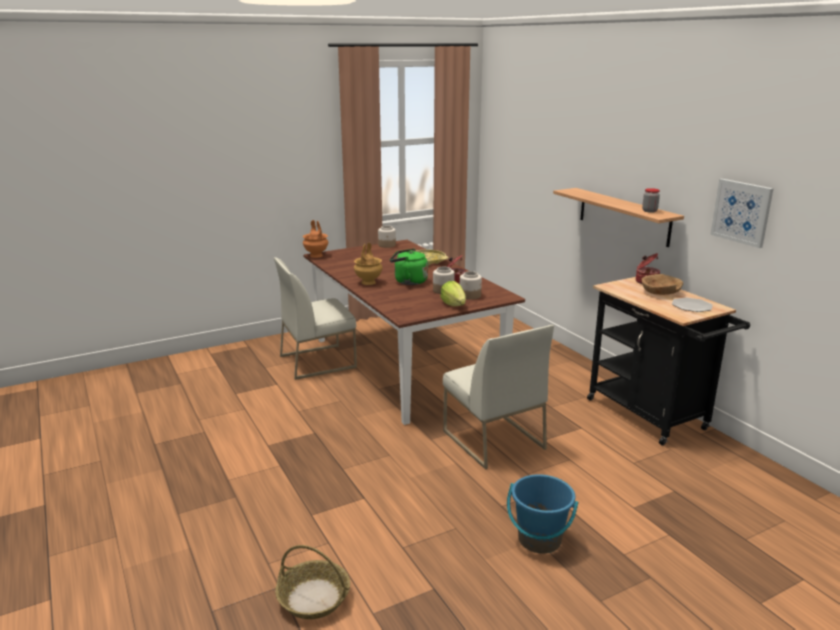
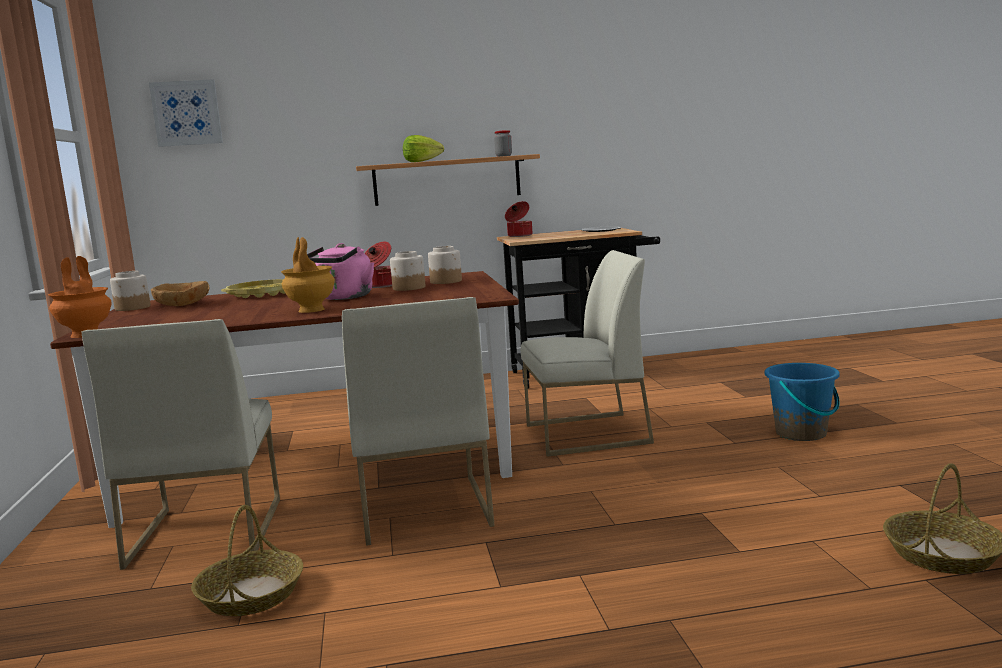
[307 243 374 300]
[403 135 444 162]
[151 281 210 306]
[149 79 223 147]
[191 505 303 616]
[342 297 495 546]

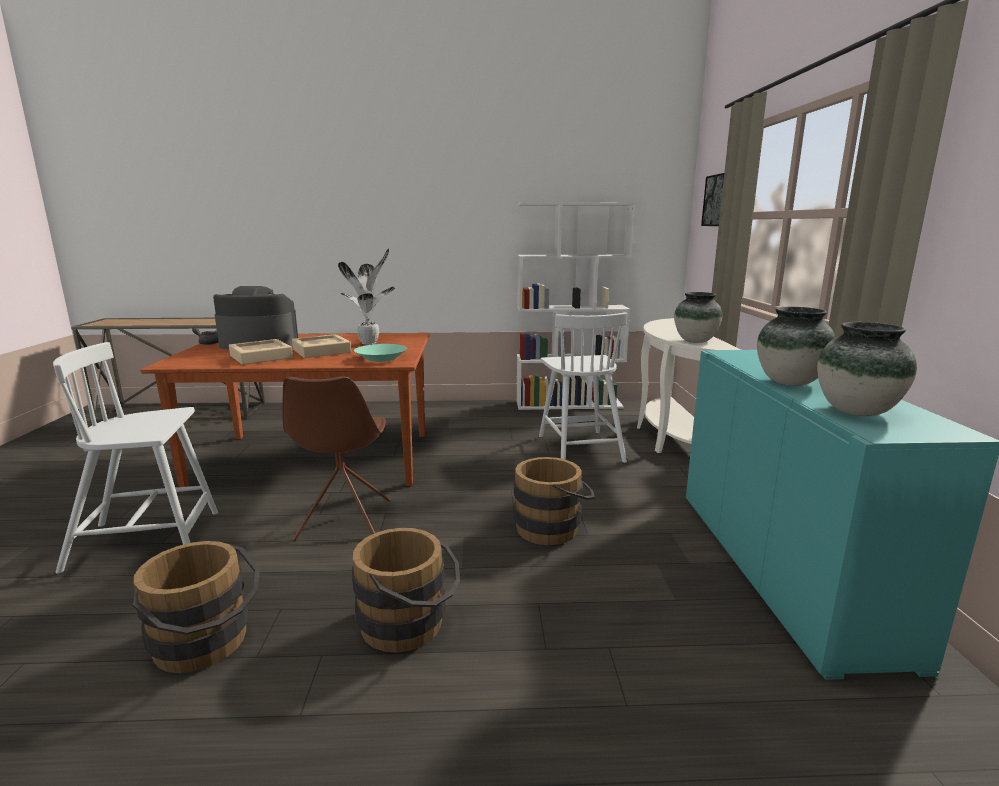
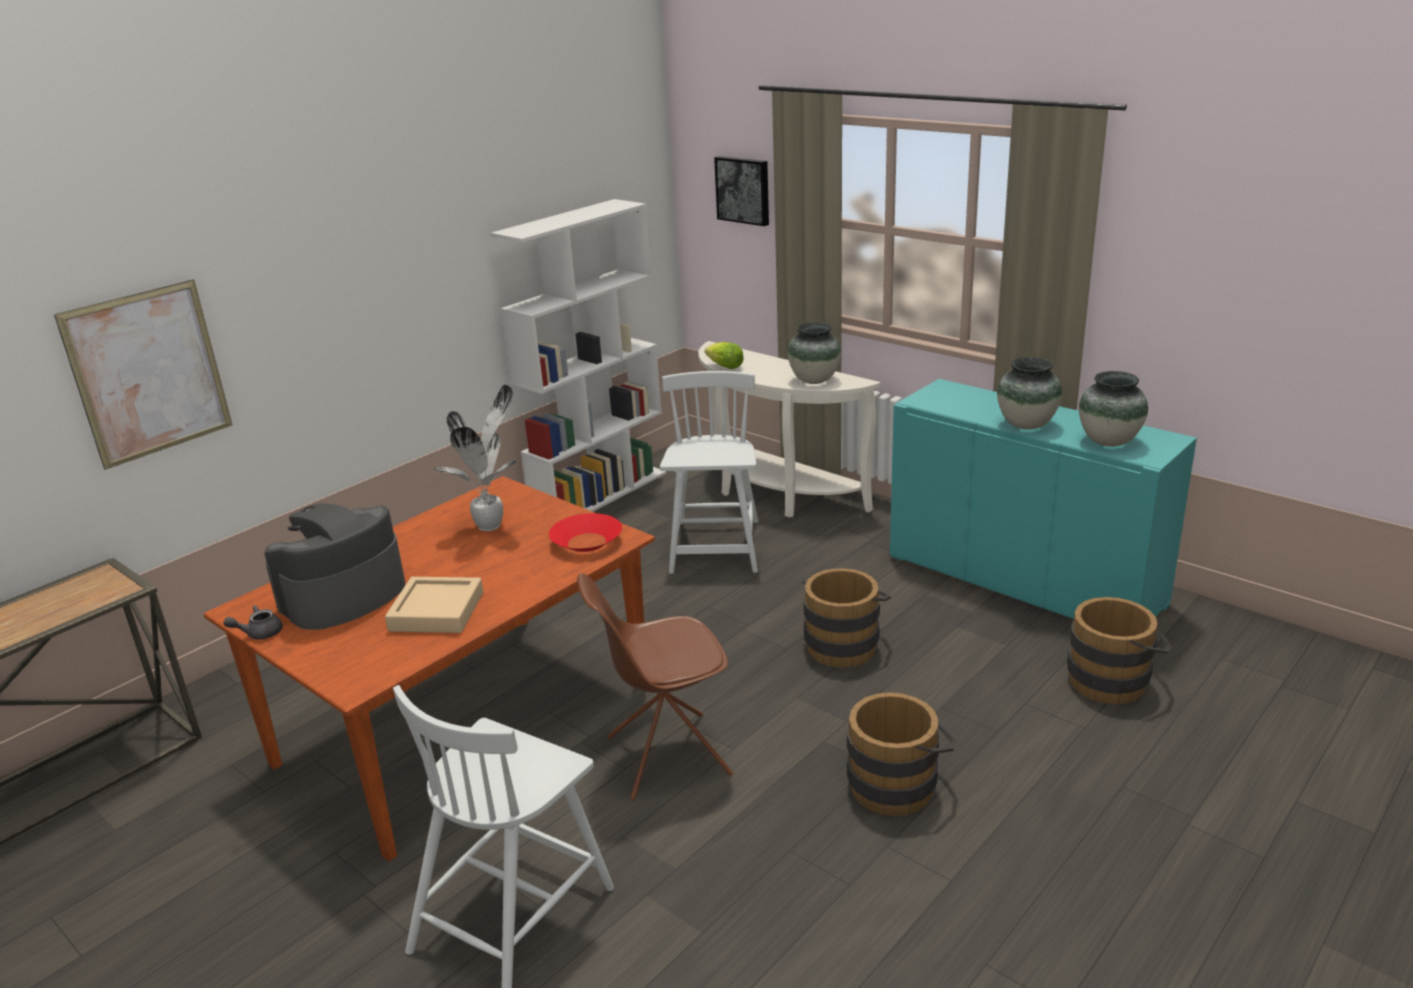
[1067 597 1173 704]
[577 573 733 801]
[292 334 351 358] (first image)
[549 513 622 552]
[660 371 758 574]
[54 280 232 470]
[705 342 744 369]

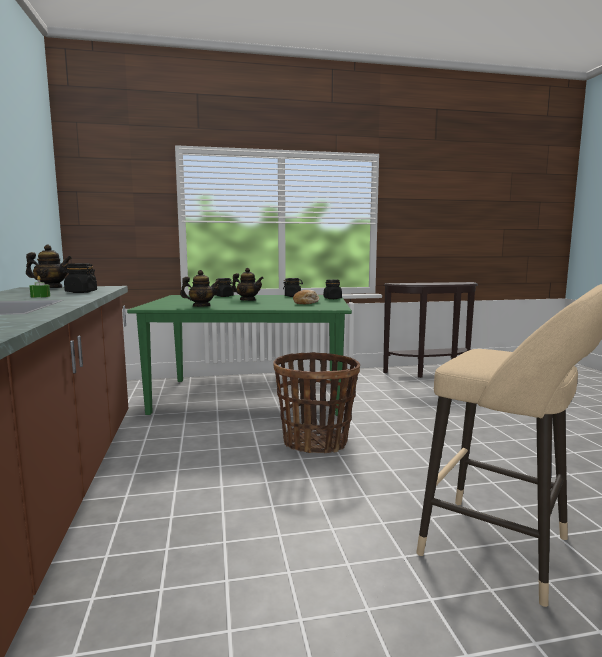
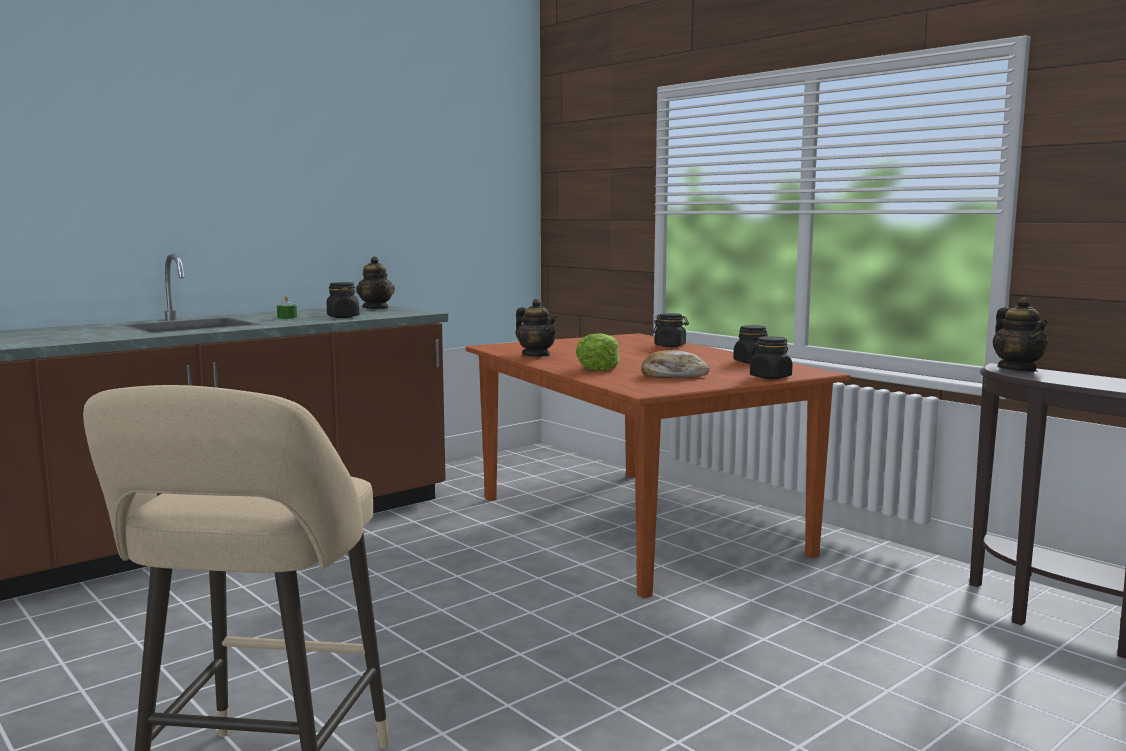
[466 333 850 598]
[993 297 1049 372]
[273 352 360 453] (first image)
[576 333 620 370]

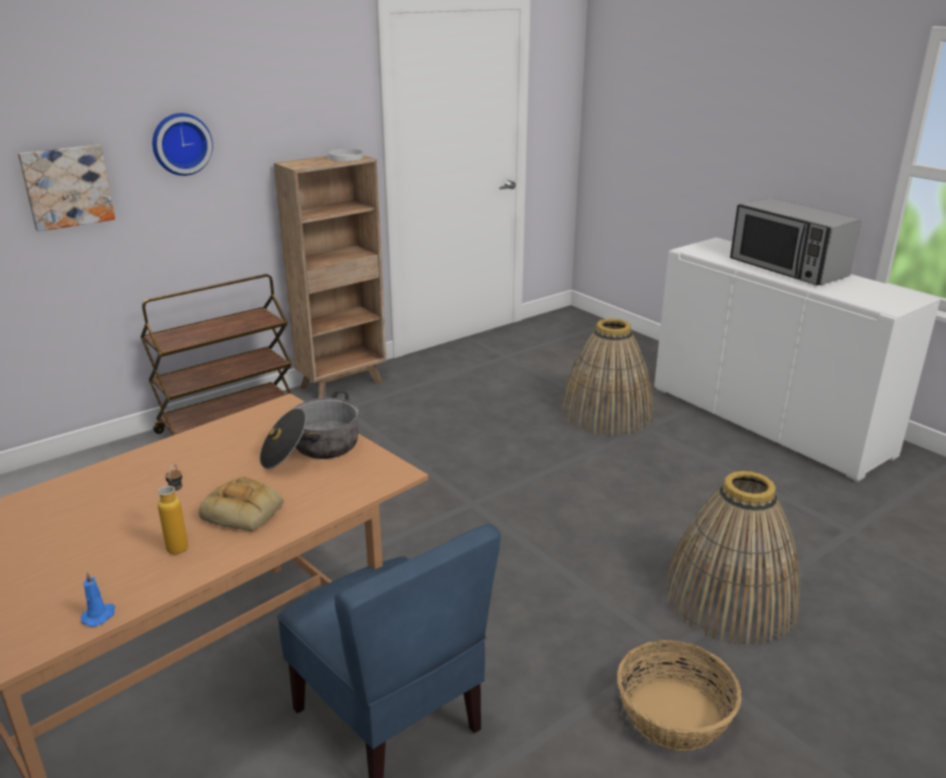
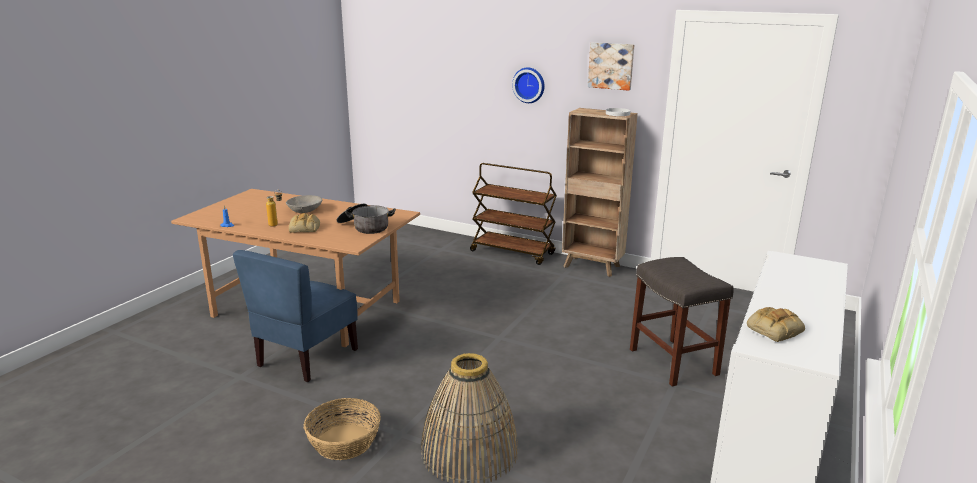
[588 42 634 91]
[630 257 734 386]
[730 198 861 286] (first image)
[286 195 322 213]
[747 307 805 342]

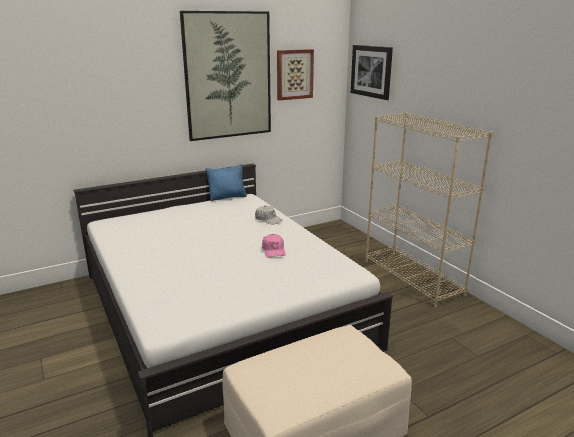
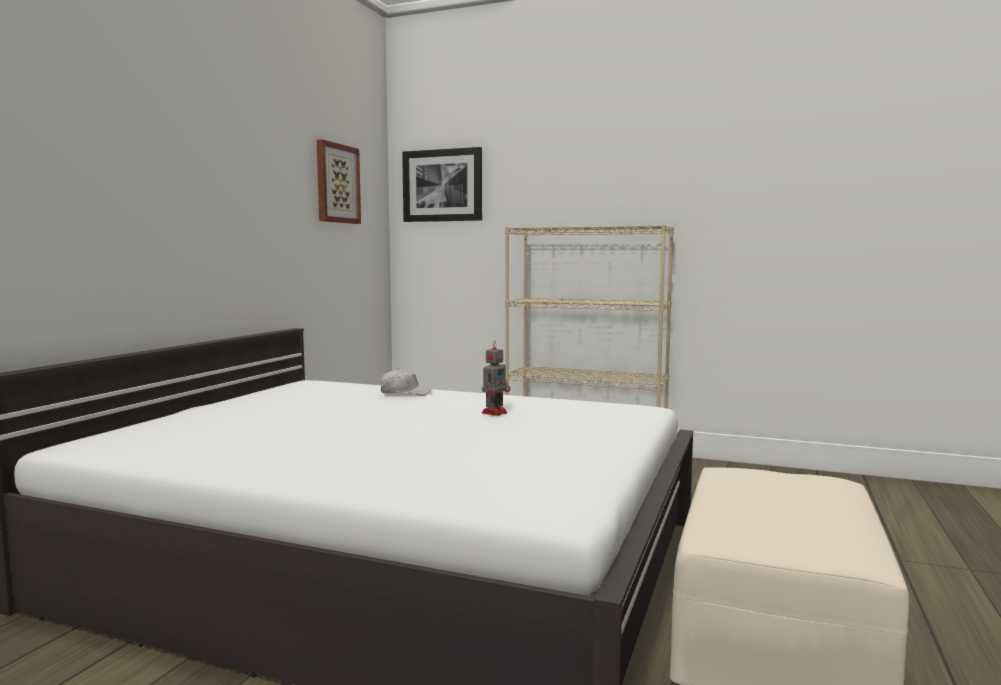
[180 11 271 141] (first image)
[205 164 247 201] (first image)
[482 340 510 416]

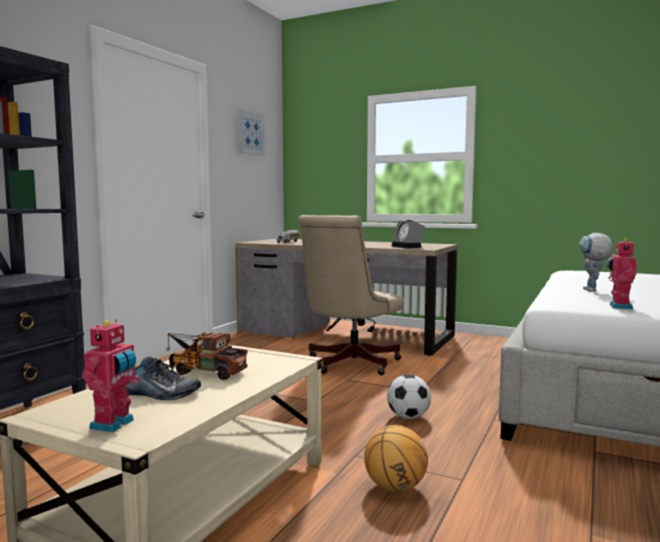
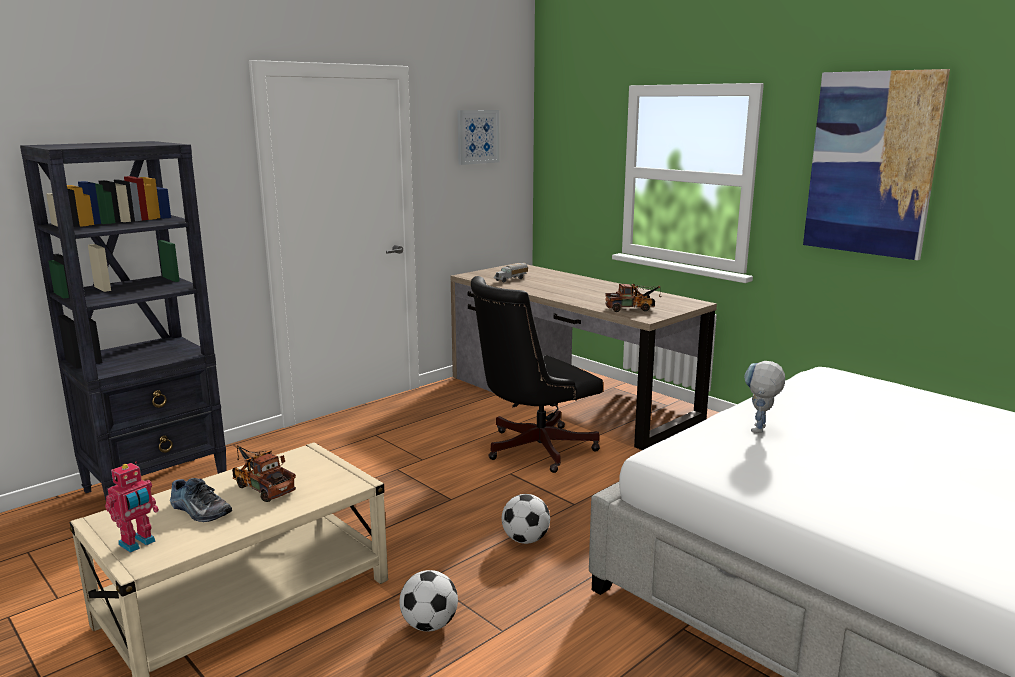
[471 276 603 473]
[400 570 458 632]
[605 284 661 312]
[606 238 637 309] (first image)
[803 69 950 260]

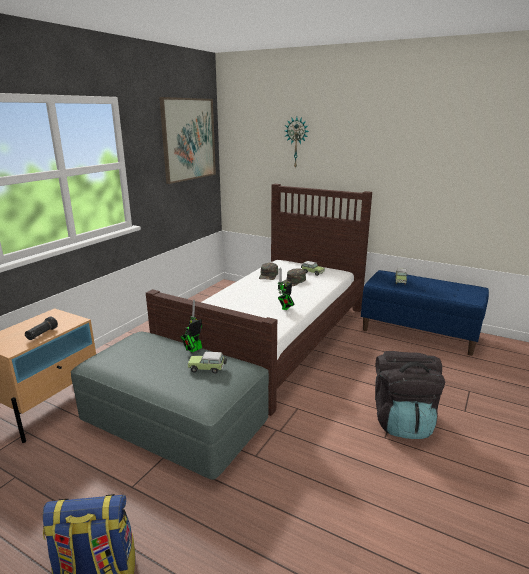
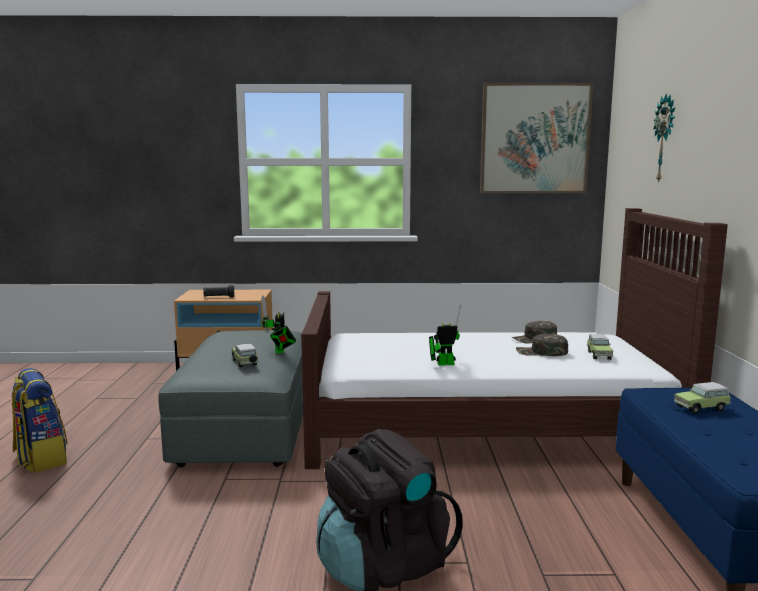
[261 296 296 353]

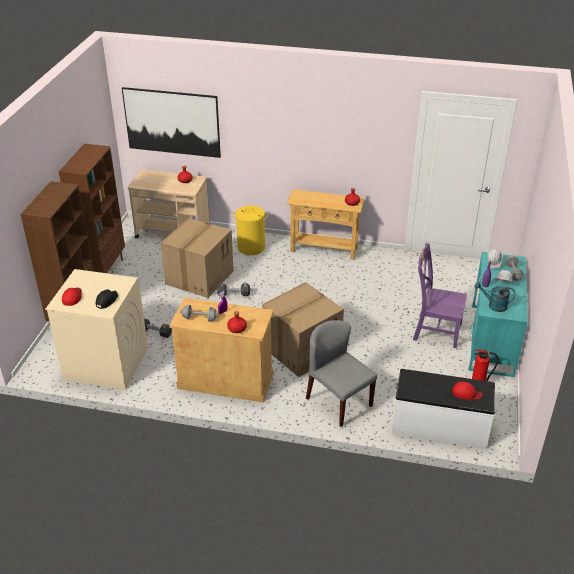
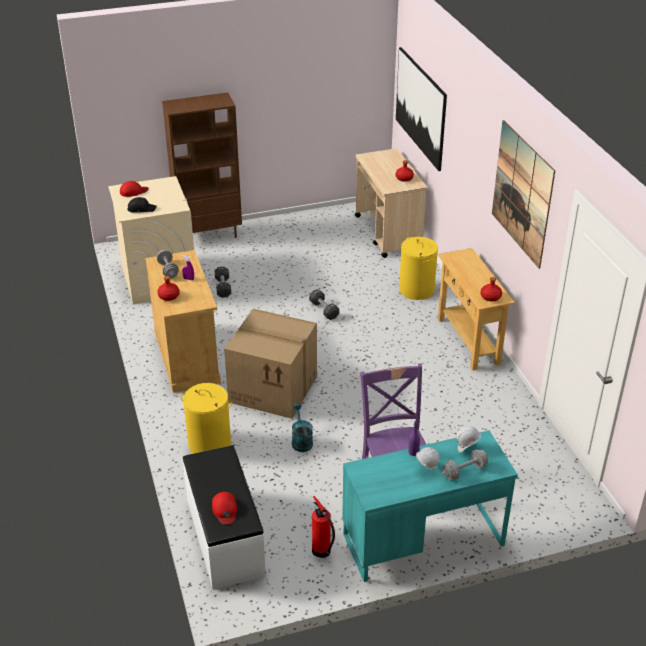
[59 144 125 273] (first image)
[160 218 234 298] (first image)
[180 383 232 454]
[292 404 313 452]
[492 120 555 269]

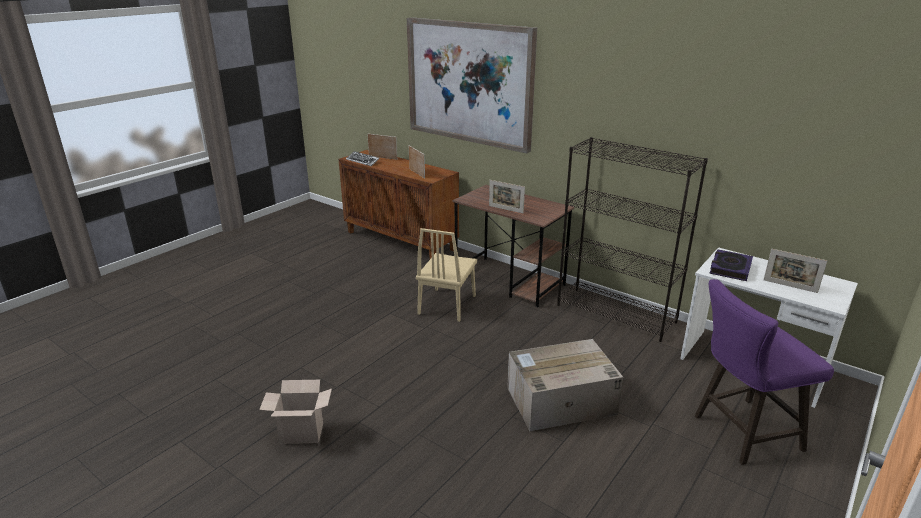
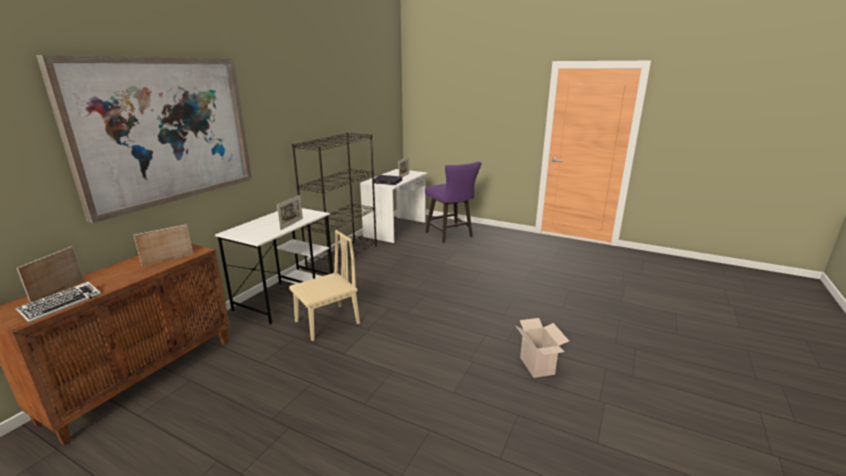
[289 230 360 341]
[215 208 333 324]
[507 339 623 431] (first image)

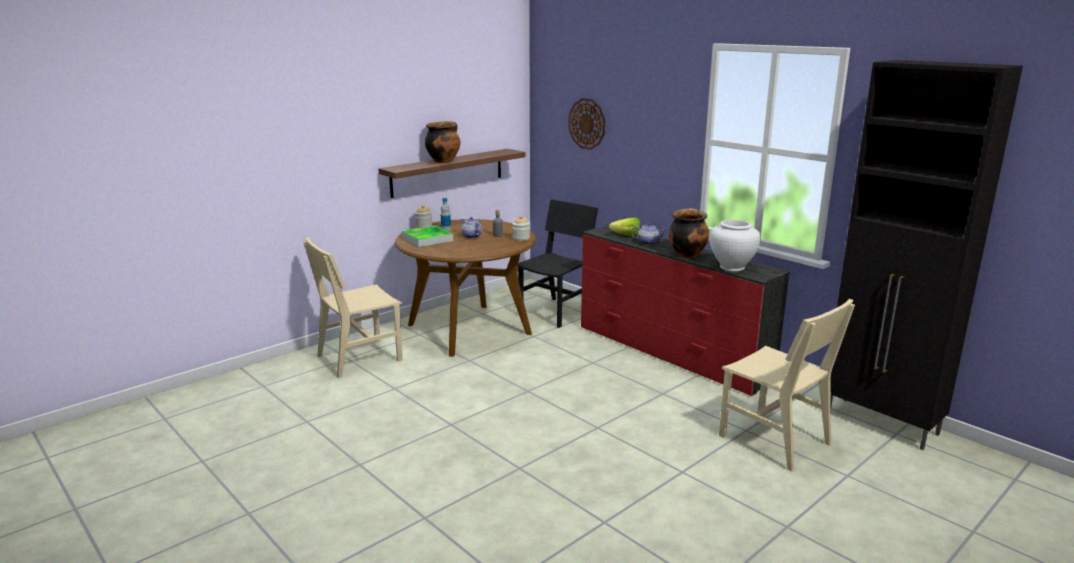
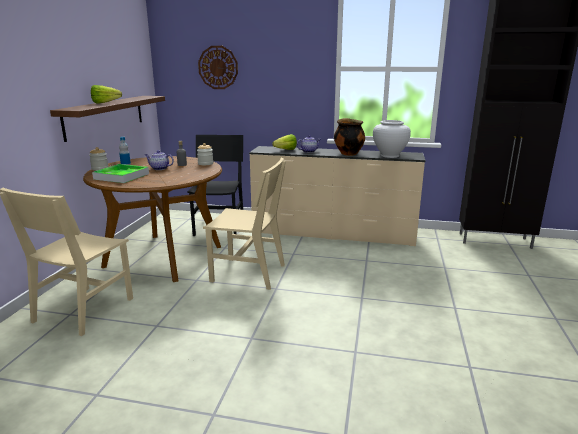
[91 85 122 104]
[249 146 425 246]
[203 158 286 290]

